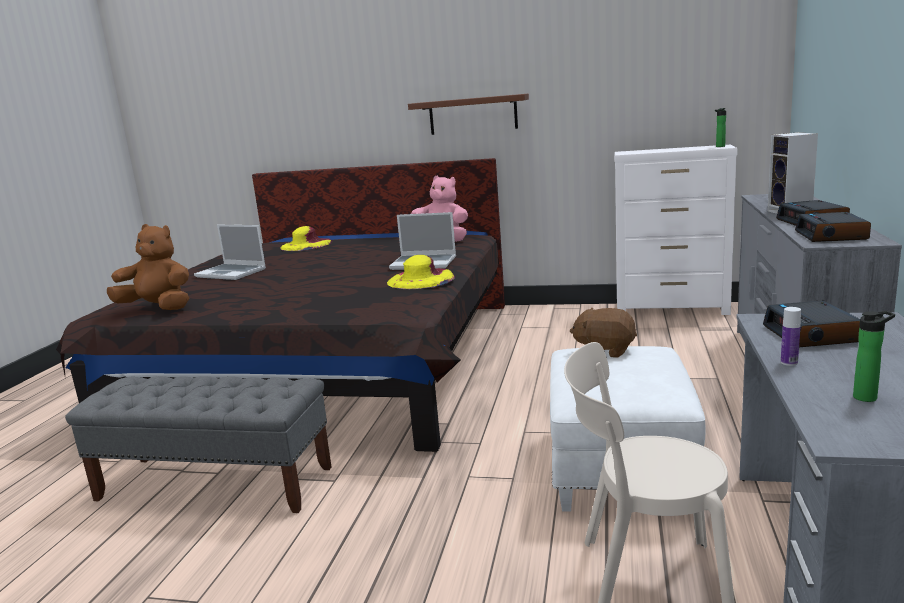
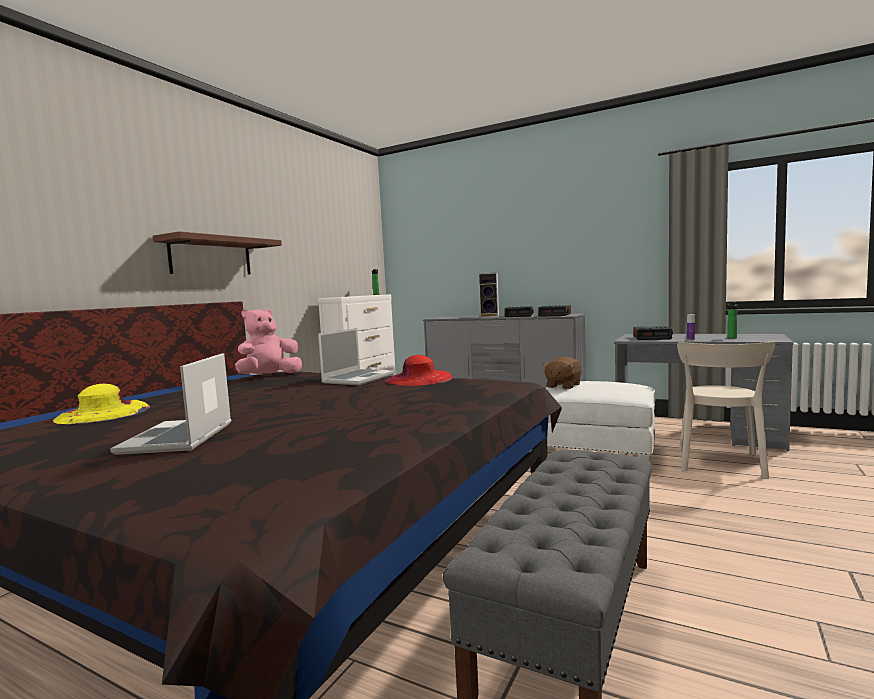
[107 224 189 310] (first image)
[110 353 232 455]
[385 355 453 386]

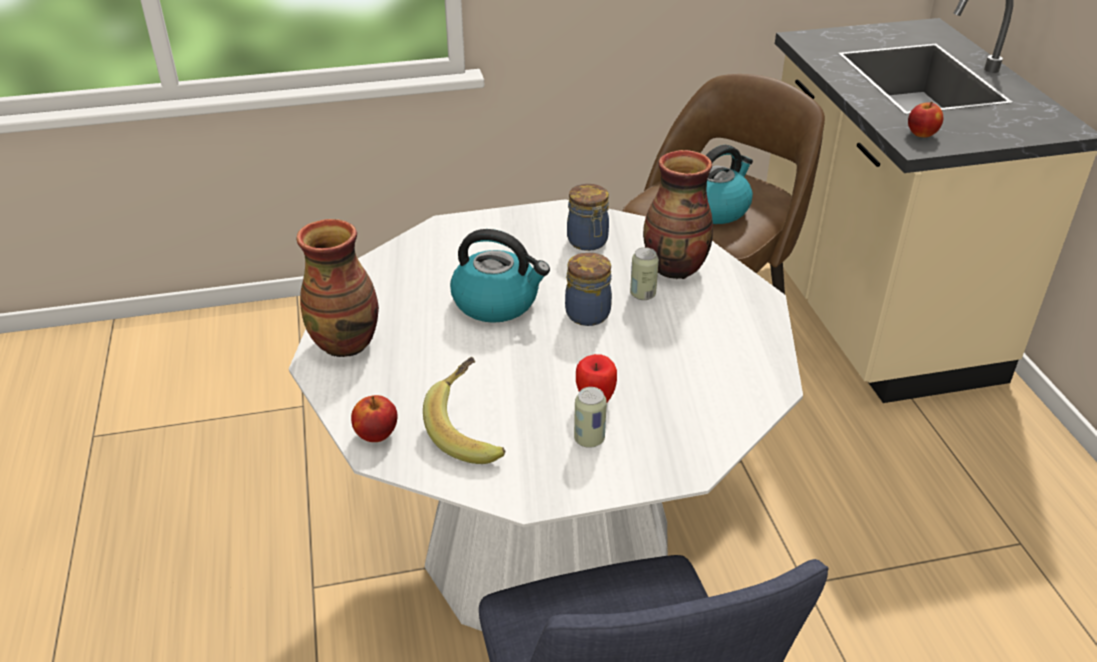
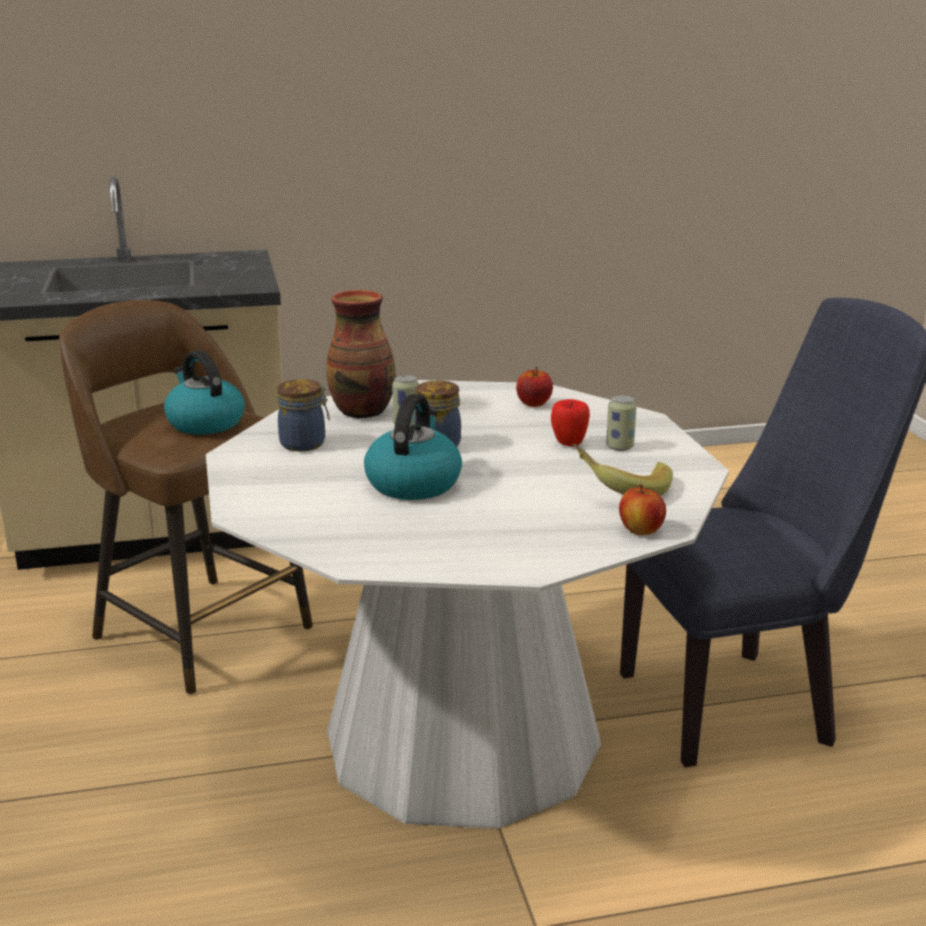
[296 219 379 357] (first image)
[516 367 553 407]

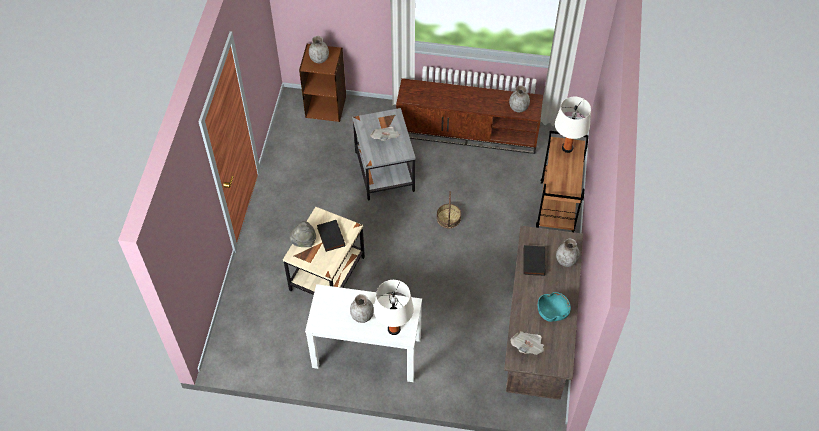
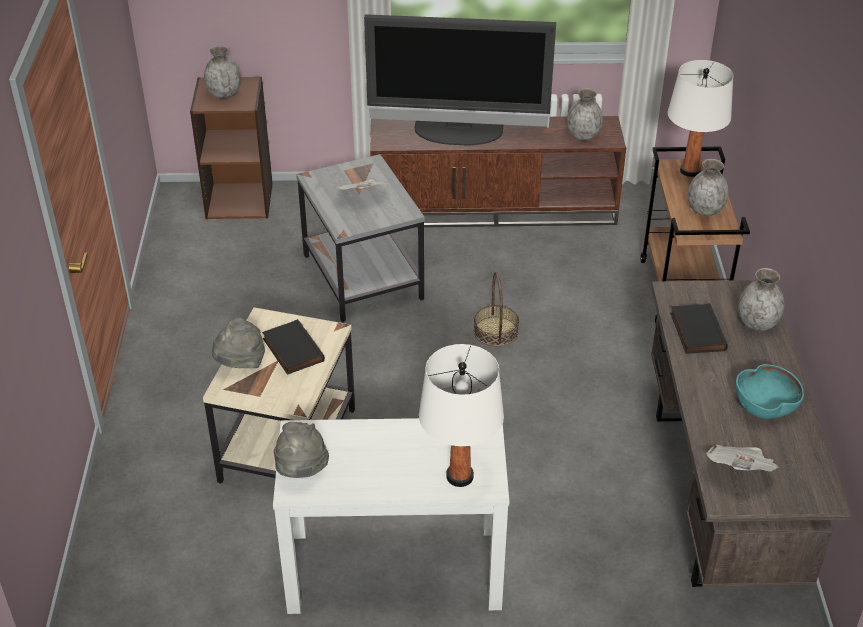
[688 159 729 216]
[274 422 329 478]
[364 14 556 145]

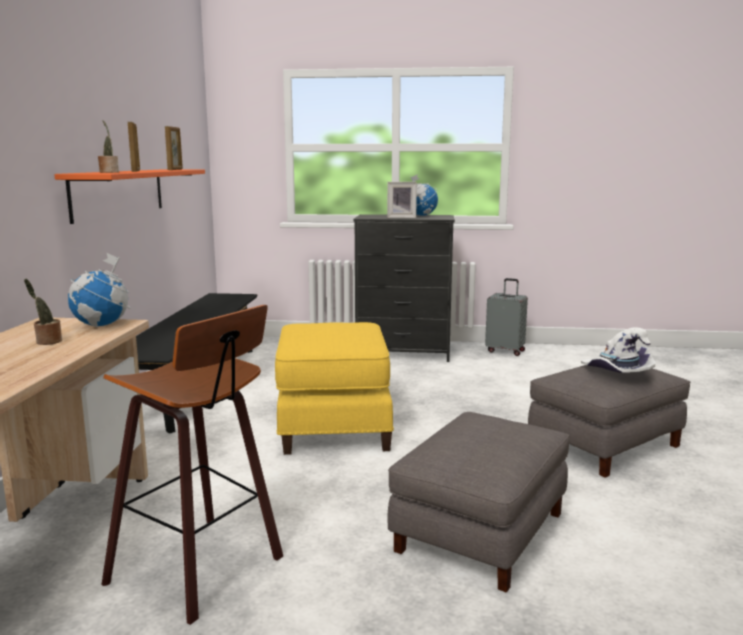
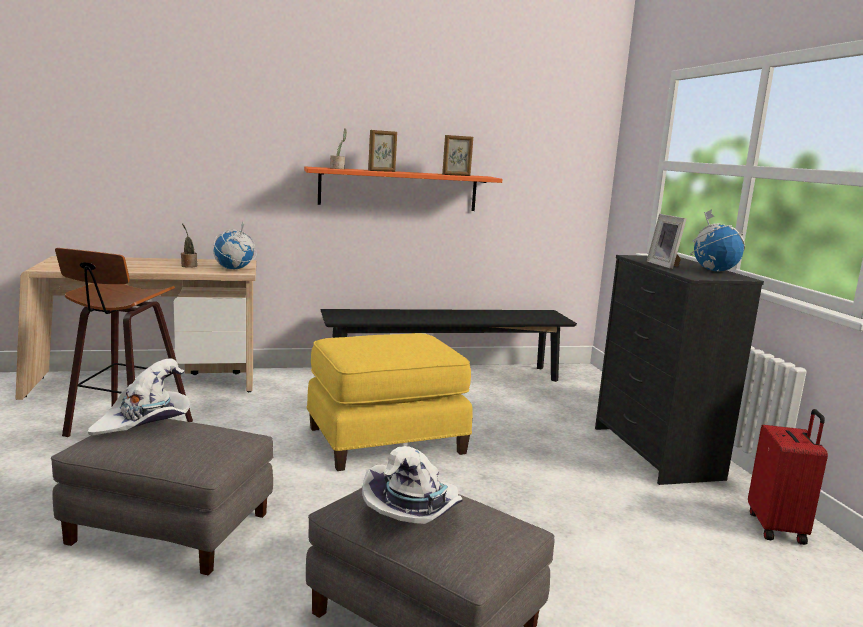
[748 409 828 545]
[88 358 190 435]

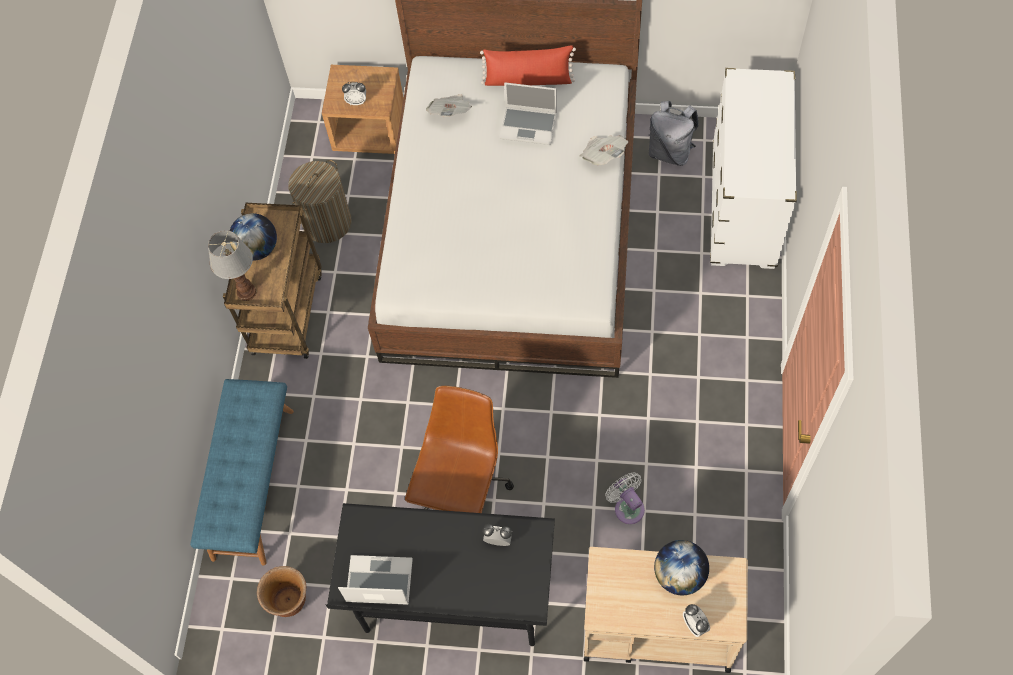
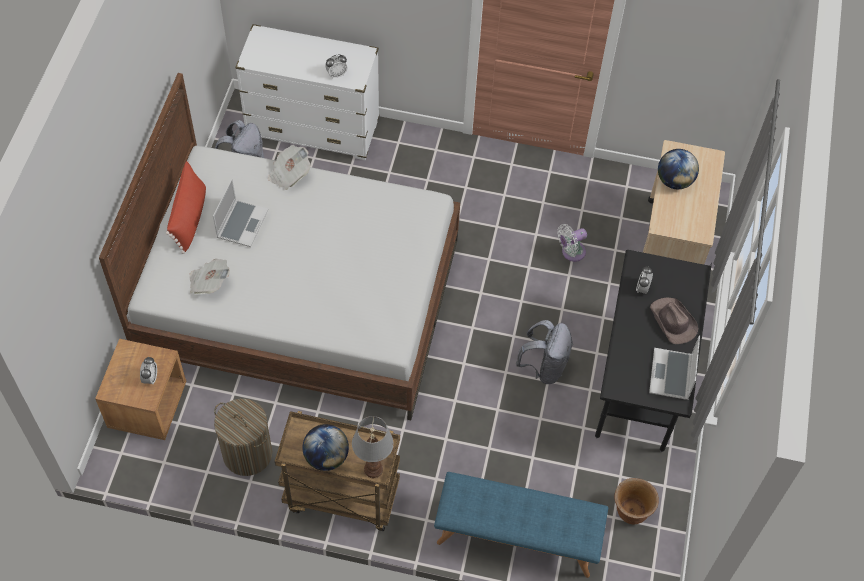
[516 320 573 384]
[325 54 347 79]
[650 298 698 344]

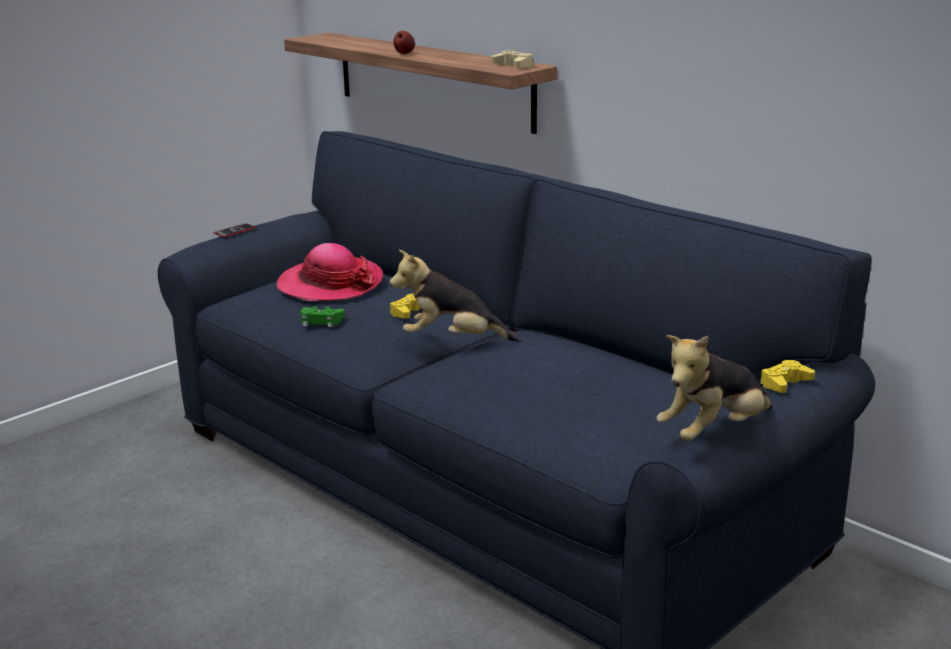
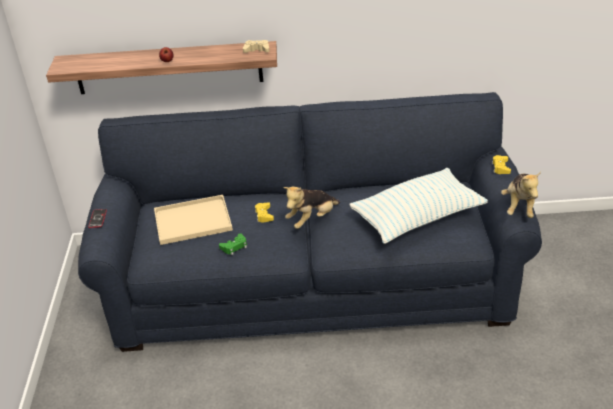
[154 195 233 245]
[349 168 488 244]

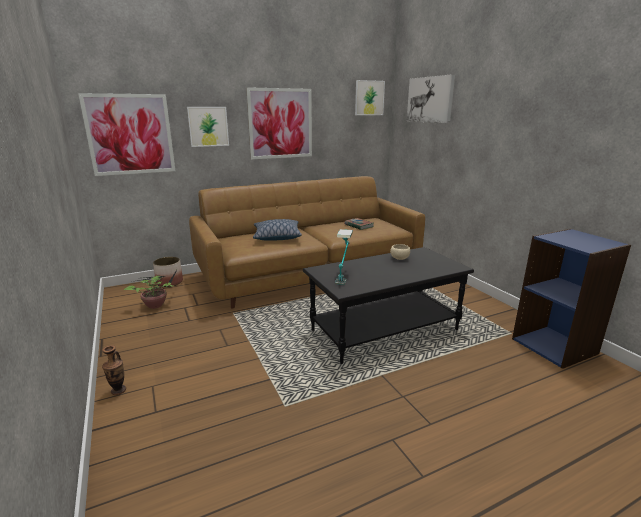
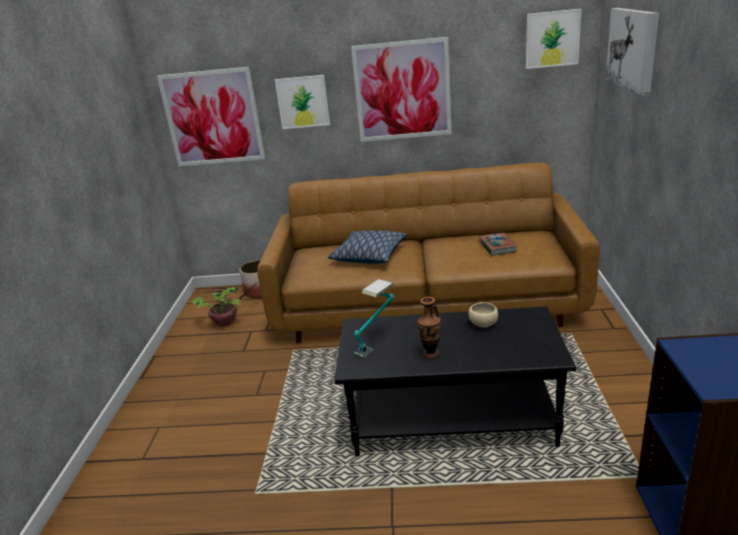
[418 297 441 359]

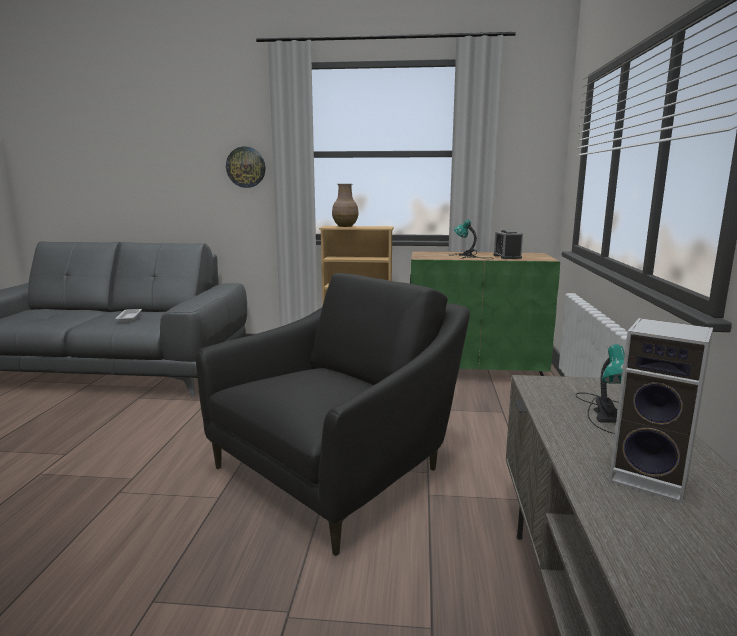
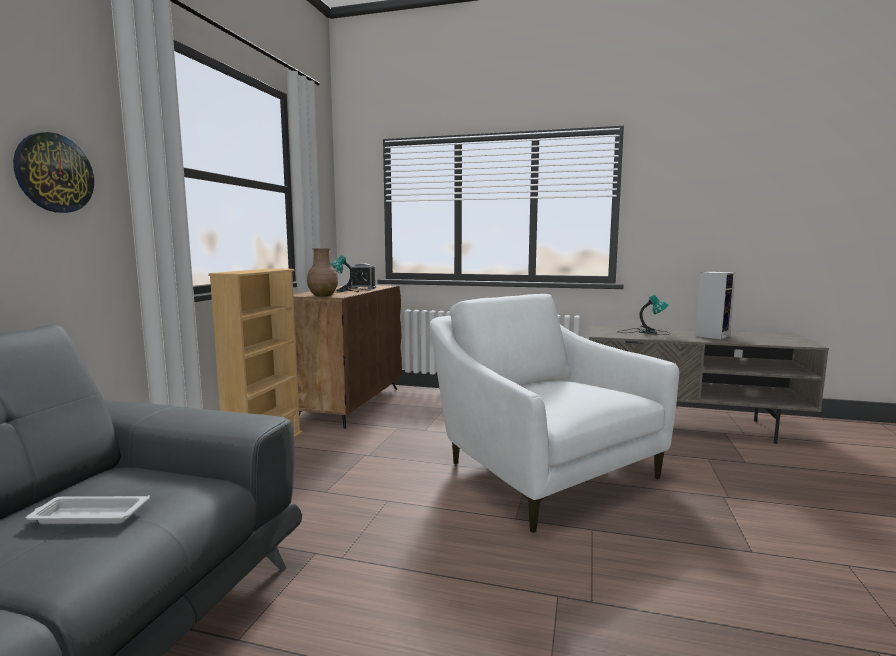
[430 294 679 533]
[307 248 338 297]
[293 285 402 429]

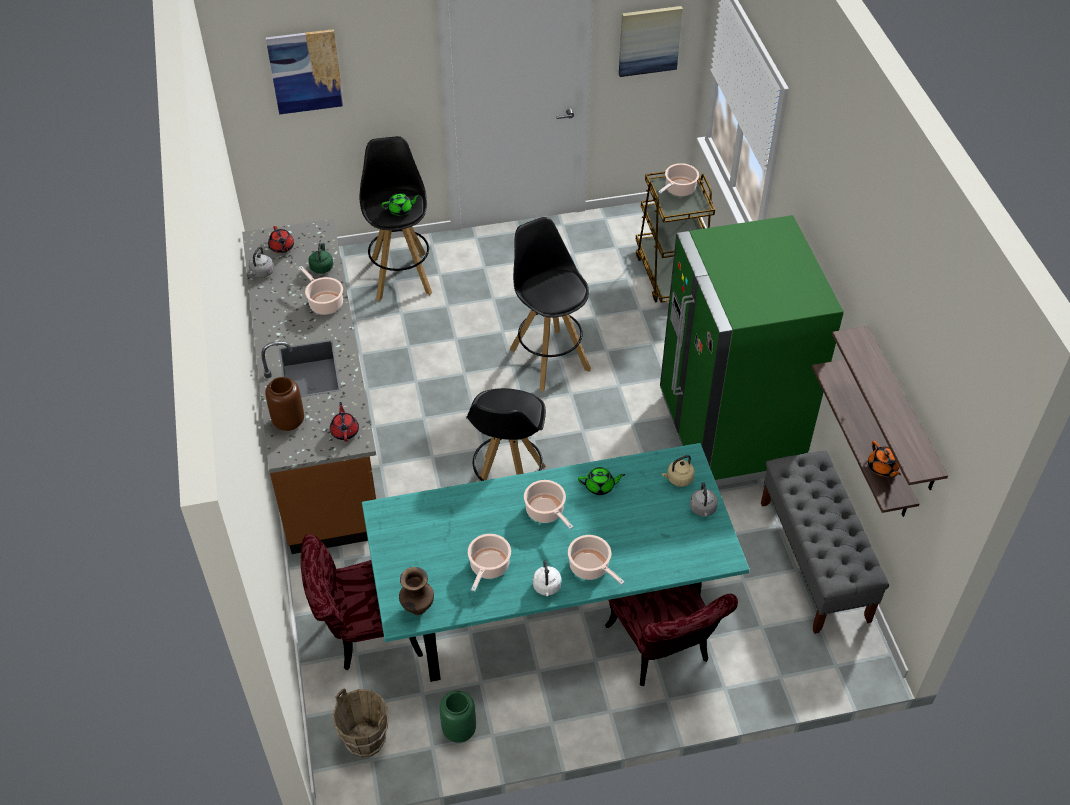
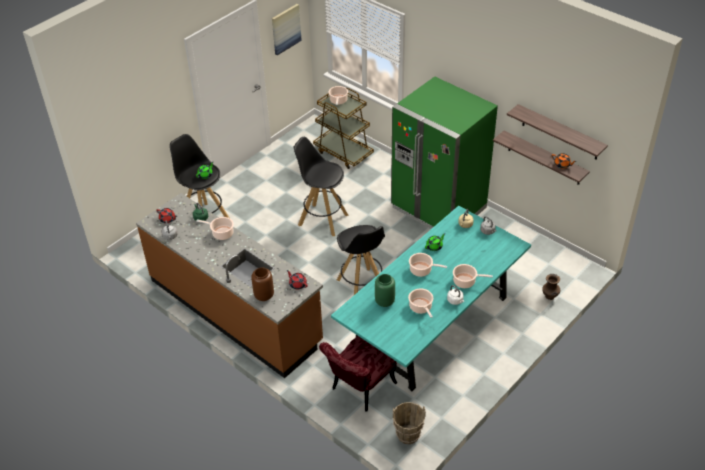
[266 29 344 115] (first image)
[542 274 560 300]
[375 274 395 307]
[605 584 738 686] (first image)
[761 451 889 634] (first image)

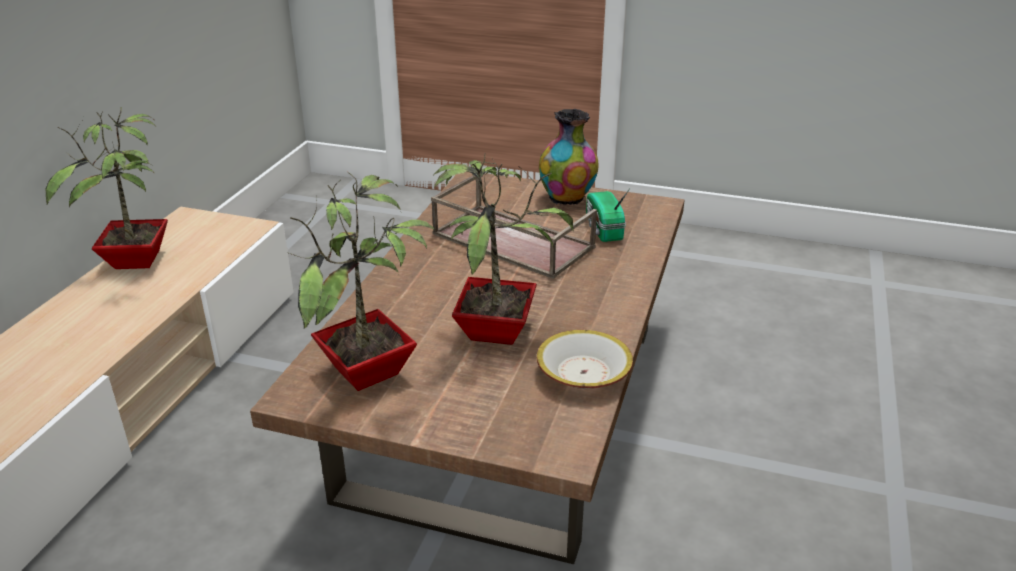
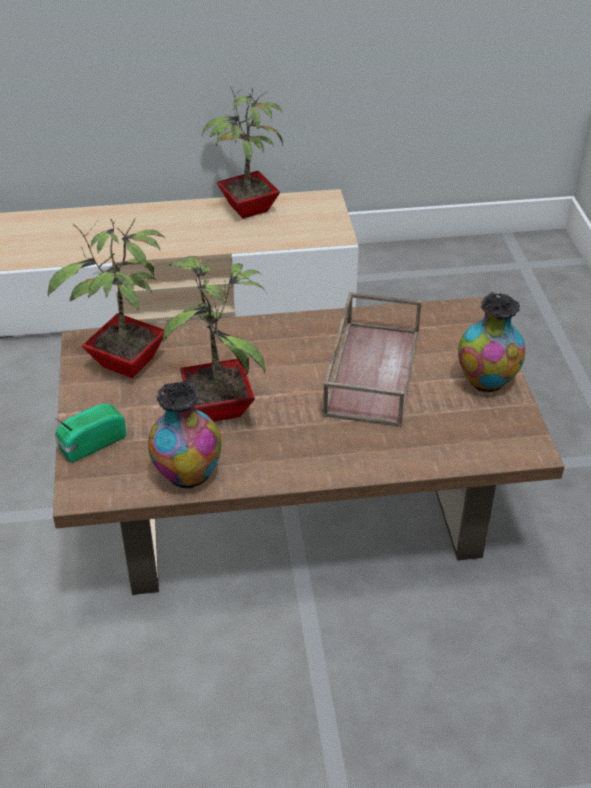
[148 381 222 490]
[55 404 126 462]

